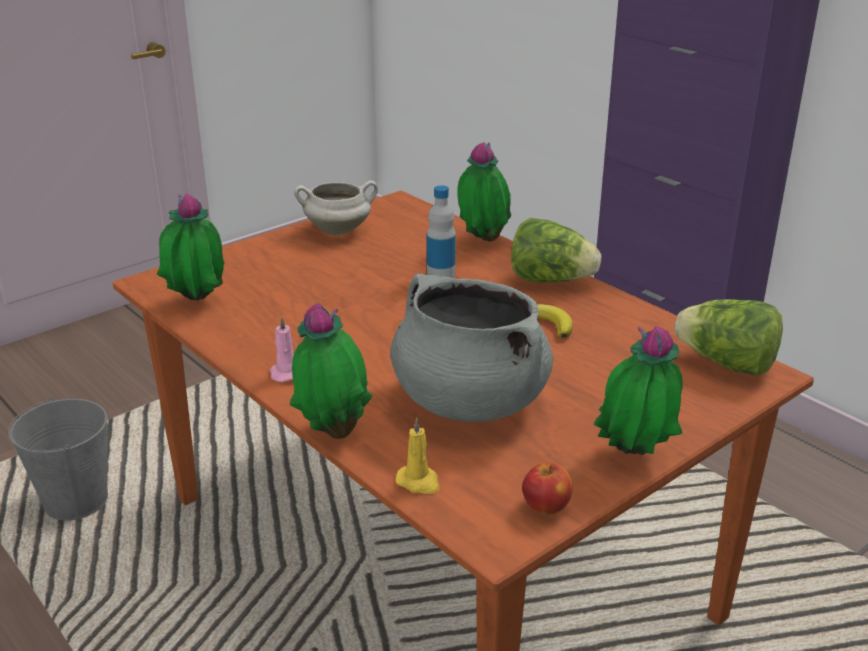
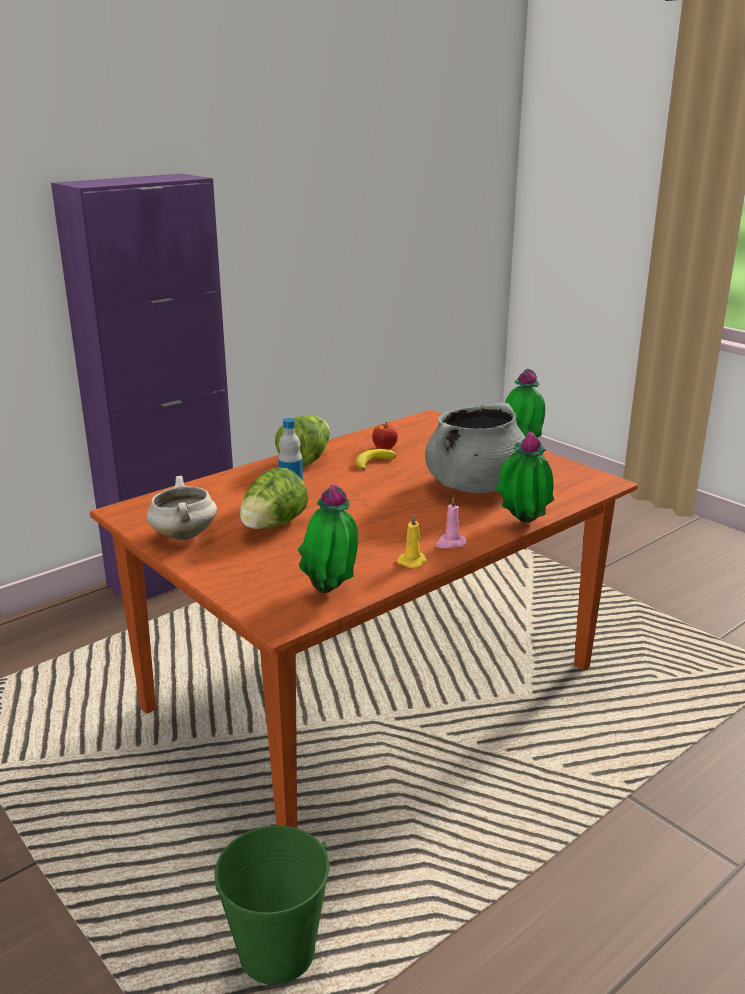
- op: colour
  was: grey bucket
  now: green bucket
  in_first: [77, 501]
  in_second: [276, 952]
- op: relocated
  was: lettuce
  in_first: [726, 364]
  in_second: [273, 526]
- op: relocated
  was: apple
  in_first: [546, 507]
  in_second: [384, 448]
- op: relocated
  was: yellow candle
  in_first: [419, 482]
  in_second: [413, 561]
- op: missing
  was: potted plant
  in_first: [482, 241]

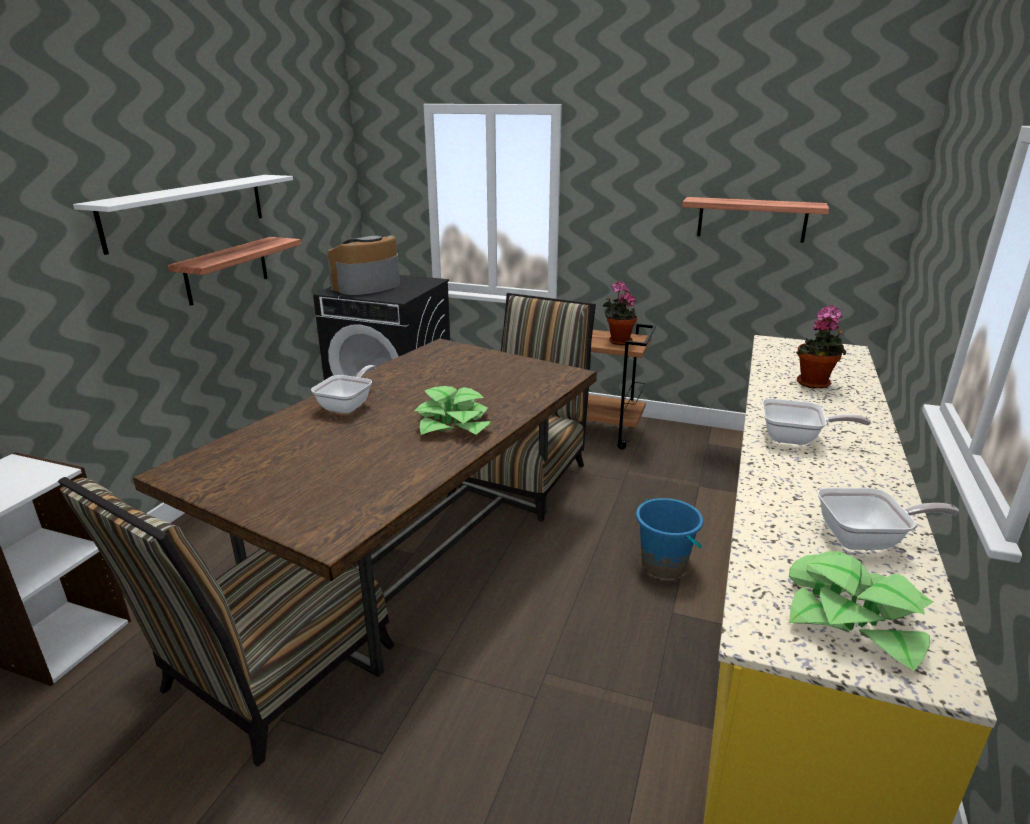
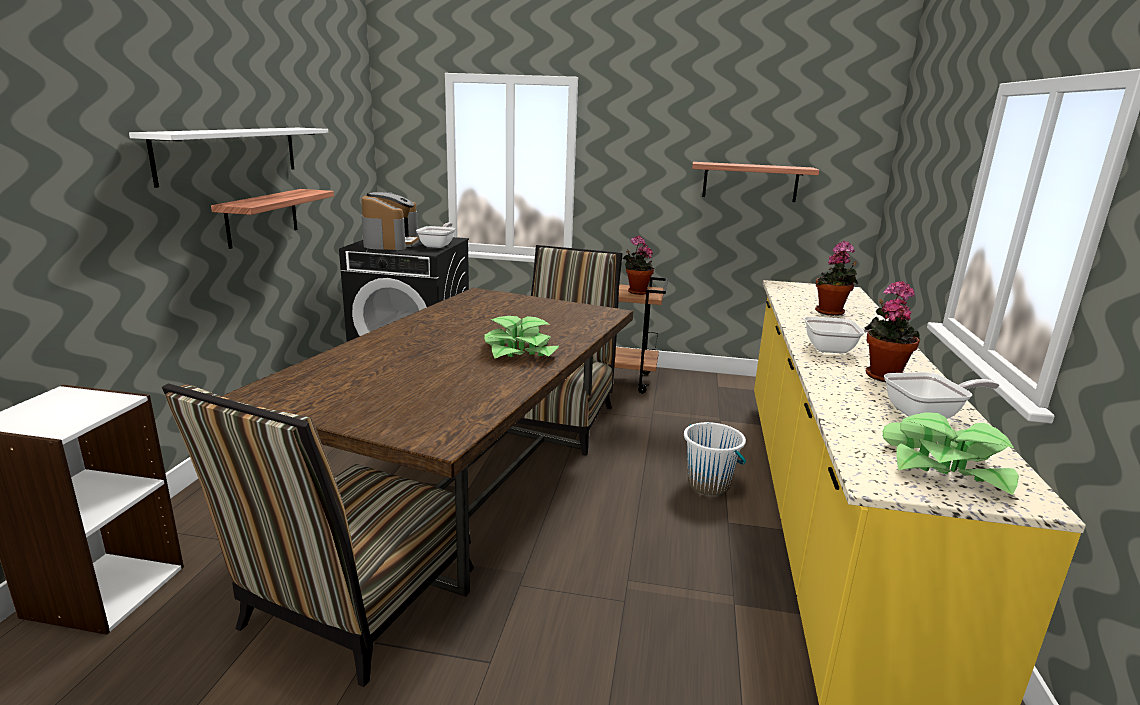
- op: spun
  was: coffee machine
  in_first: [367, 286]
  in_second: [391, 243]
  clockwise: 150
- op: relocated
  was: frying pan
  in_first: [348, 405]
  in_second: [438, 245]
- op: colour
  was: blue bucket
  now: white bucket
  in_first: [664, 565]
  in_second: [708, 484]
- op: appeared
  now: potted plant
  in_second: [882, 375]

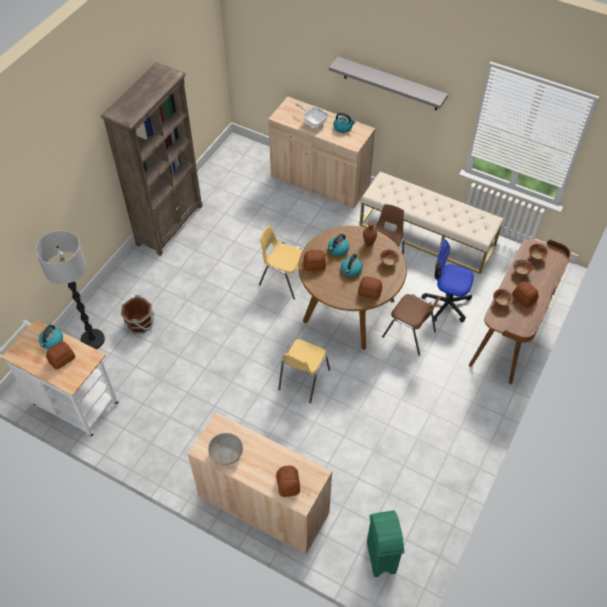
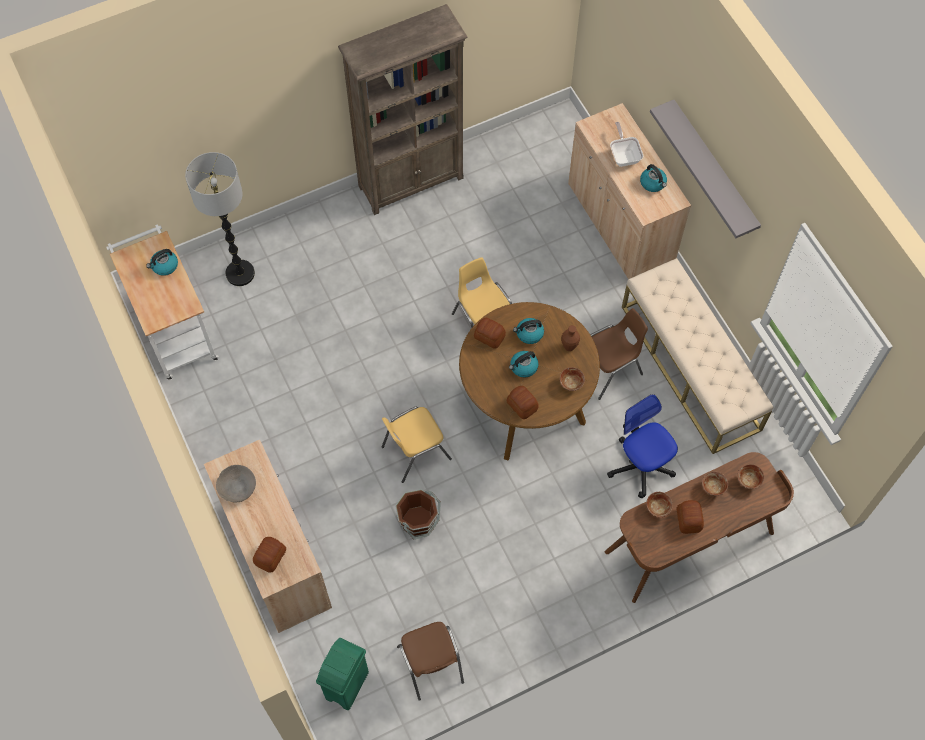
- op: relocated
  was: brown bucket
  in_first: [140, 323]
  in_second: [418, 521]
- op: relocated
  was: brown chair
  in_first: [409, 334]
  in_second: [431, 665]
- op: missing
  was: bread
  in_first: [61, 359]

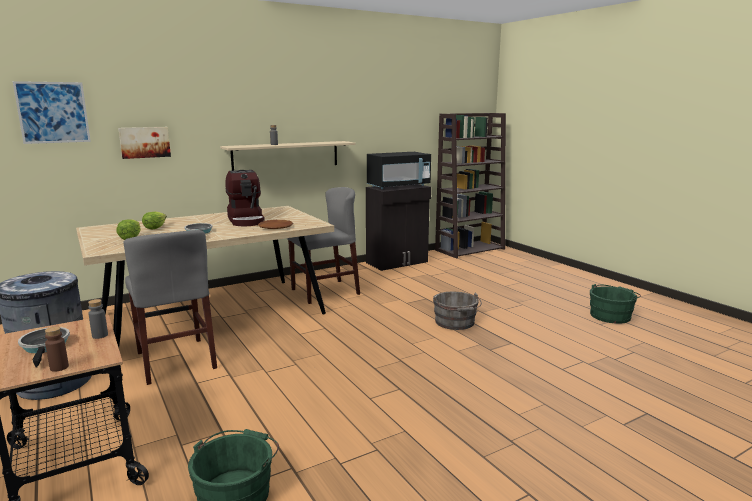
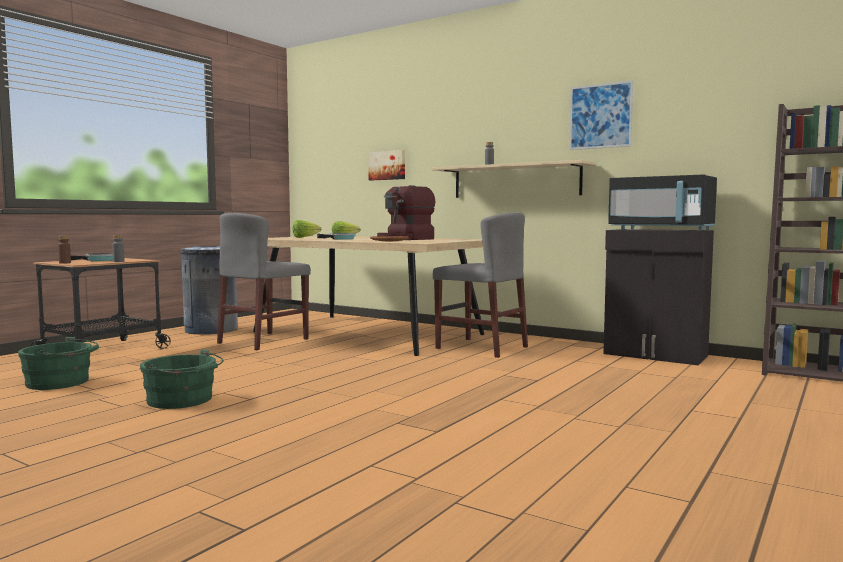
- op: relocated
  was: green bucket
  in_first: [611, 315]
  in_second: [183, 400]
- op: relocated
  was: picture
  in_first: [53, 112]
  in_second: [600, 116]
- op: missing
  was: grey bucket
  in_first: [455, 323]

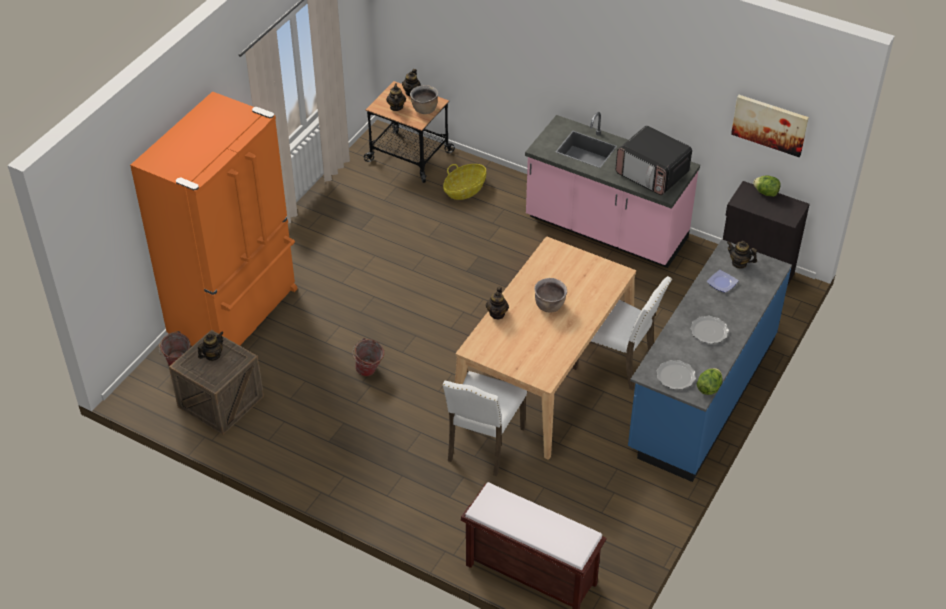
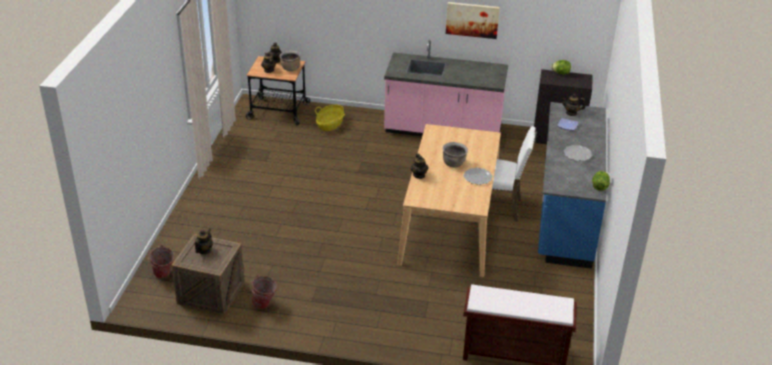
- op: relocated
  was: bucket
  in_first: [369, 372]
  in_second: [264, 305]
- op: relocated
  was: picture
  in_first: [770, 124]
  in_second: [472, 19]
- op: relocated
  was: plate
  in_first: [676, 376]
  in_second: [477, 177]
- op: missing
  was: orange fridge
  in_first: [236, 312]
- op: missing
  was: white chair
  in_first: [483, 445]
- op: missing
  was: microwave
  in_first: [652, 174]

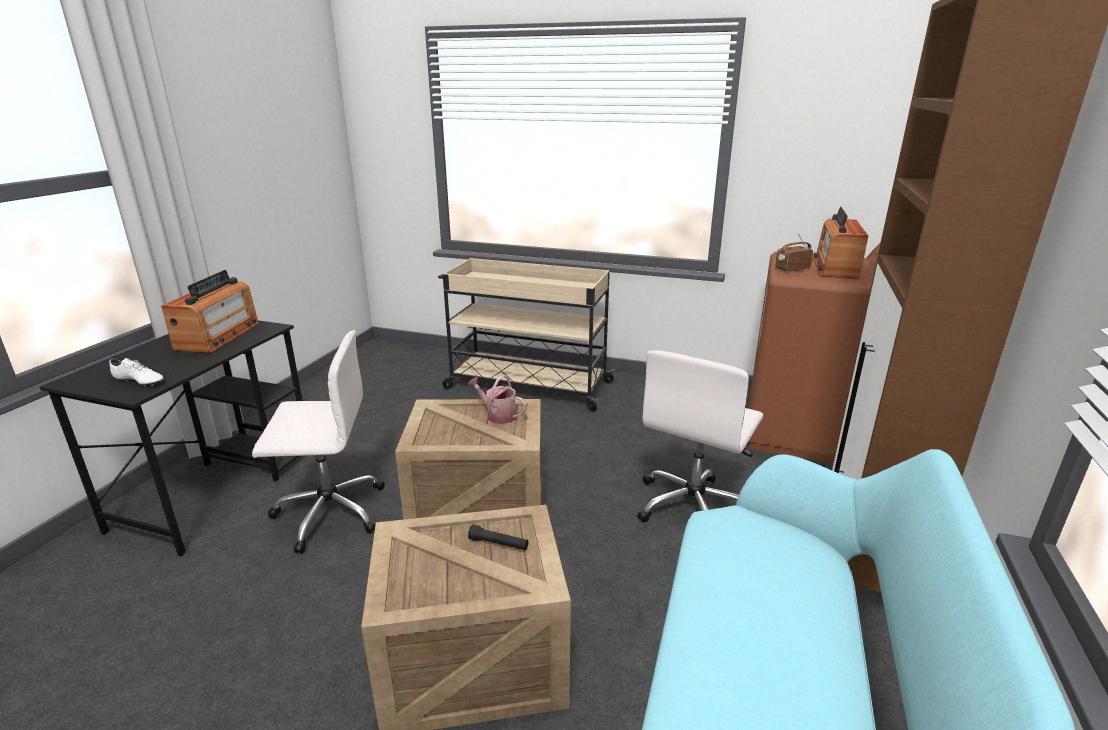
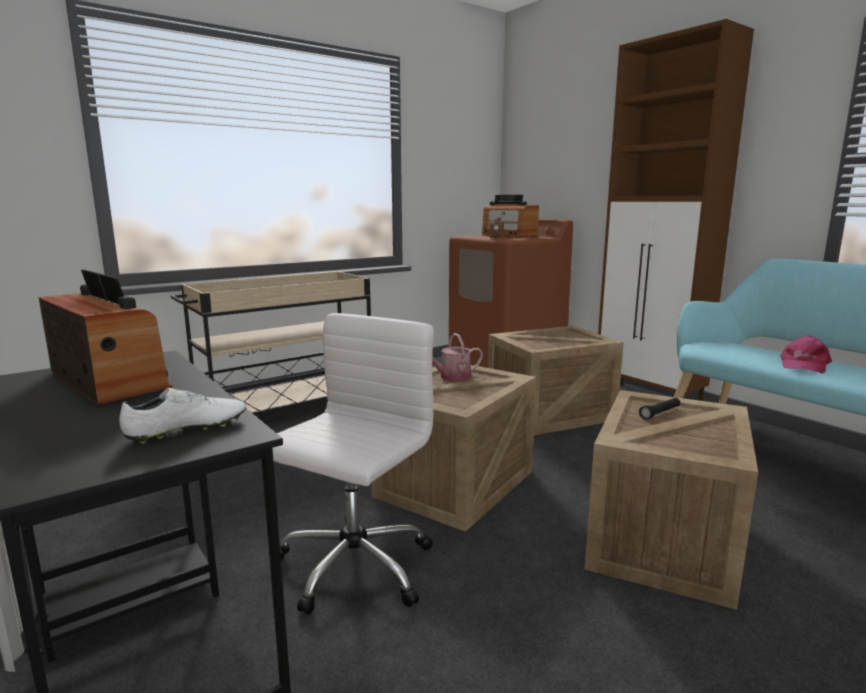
- op: exchanged
  was: white office chair
  now: crate
  in_first: [693, 507]
  in_second: [549, 414]
- op: appeared
  now: pink cap
  in_second: [803, 365]

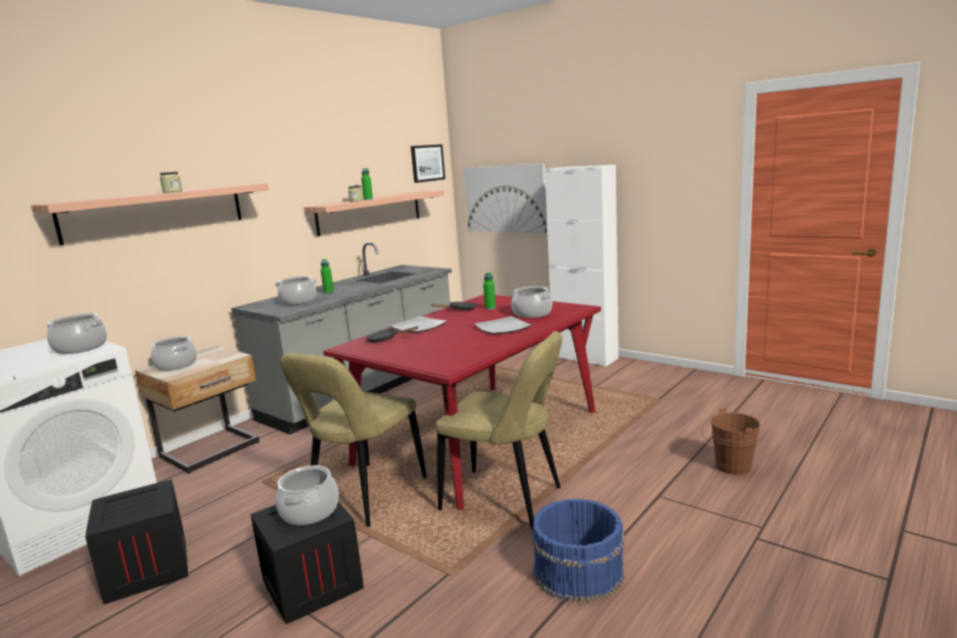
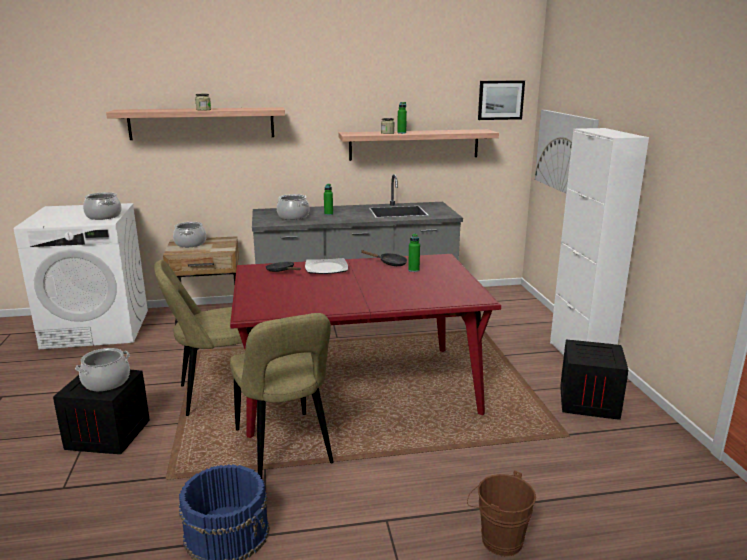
- op: relocated
  was: crate
  in_first: [148, 569]
  in_second: [589, 401]
- op: missing
  was: plate
  in_first: [503, 328]
- op: missing
  was: cooking pot
  in_first: [532, 314]

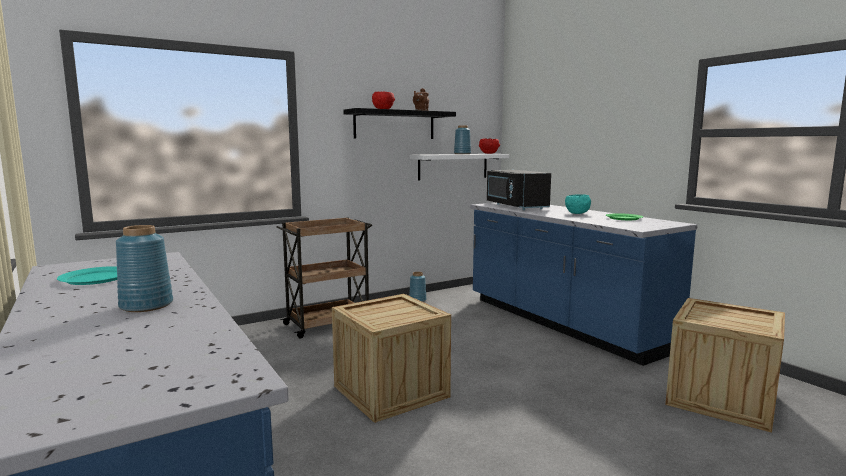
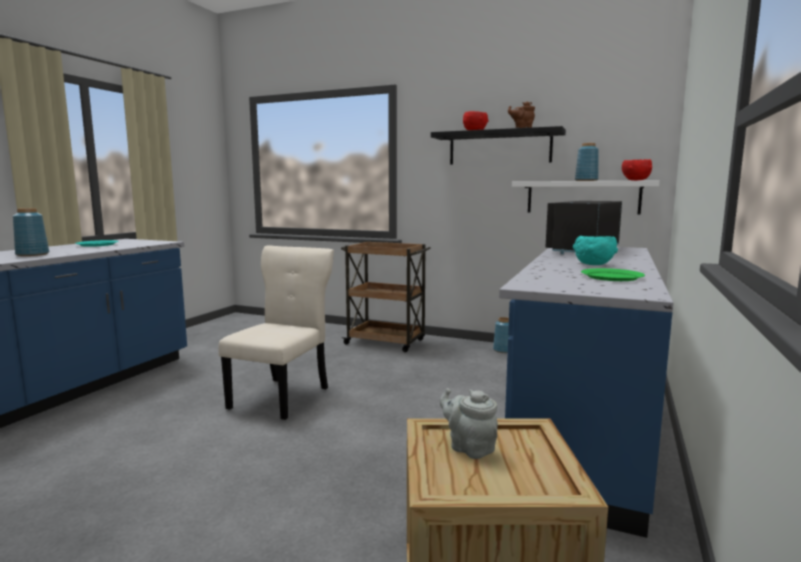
- op: exchanged
  was: crate
  now: beige chair
  in_first: [391, 391]
  in_second: [283, 396]
- op: appeared
  now: grey teapot
  in_second: [469, 447]

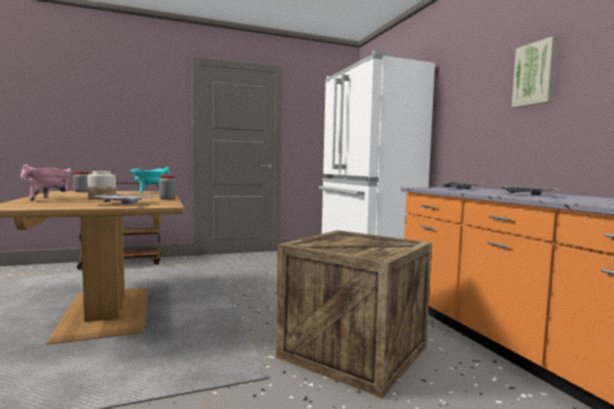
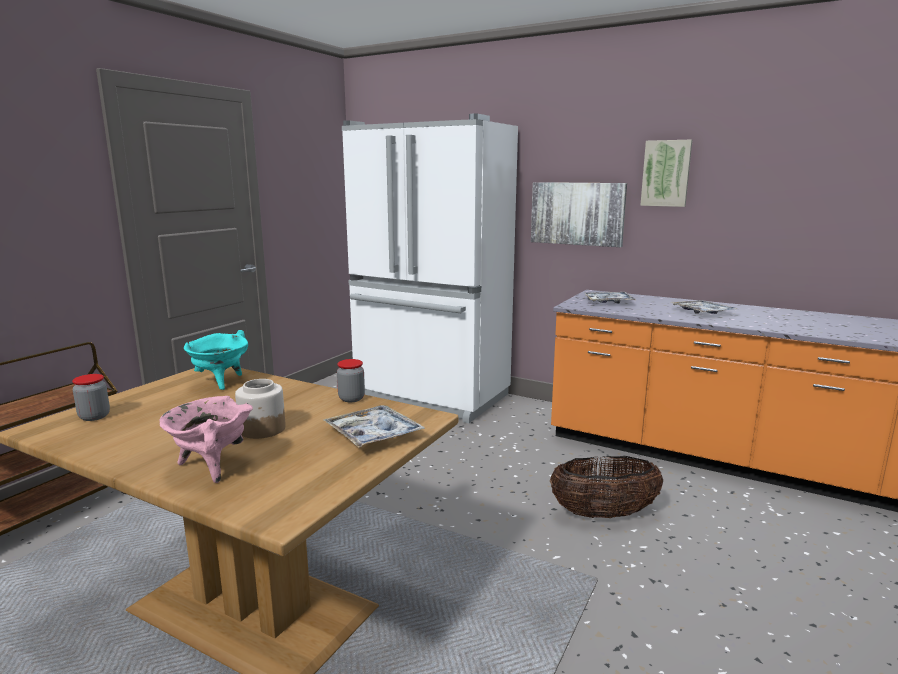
- op: appeared
  now: picture
  in_second: [577, 213]
- op: exchanged
  was: crate
  now: basket
  in_first: [353, 352]
  in_second: [603, 514]

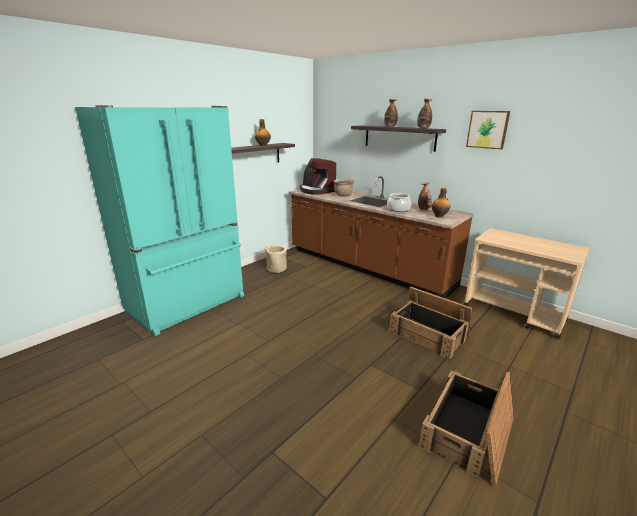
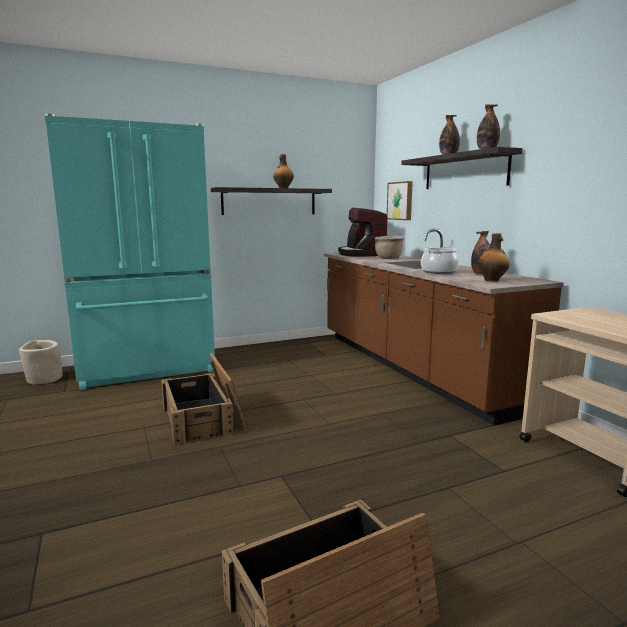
- op: relocated
  was: beige planter
  in_first: [276, 269]
  in_second: [43, 379]
- op: relocated
  was: crate
  in_first: [429, 334]
  in_second: [204, 418]
- op: relocated
  was: picture
  in_first: [487, 129]
  in_second: [400, 201]

